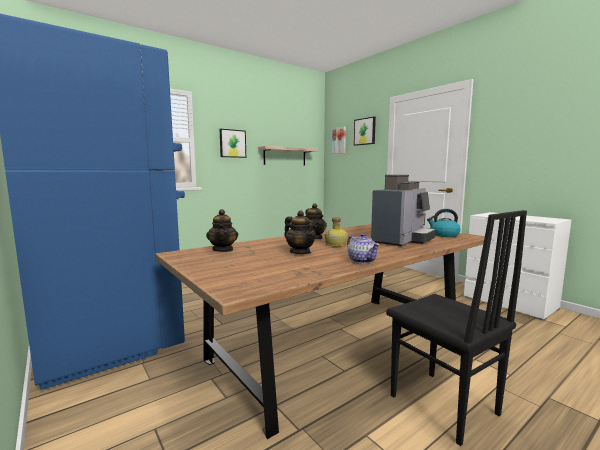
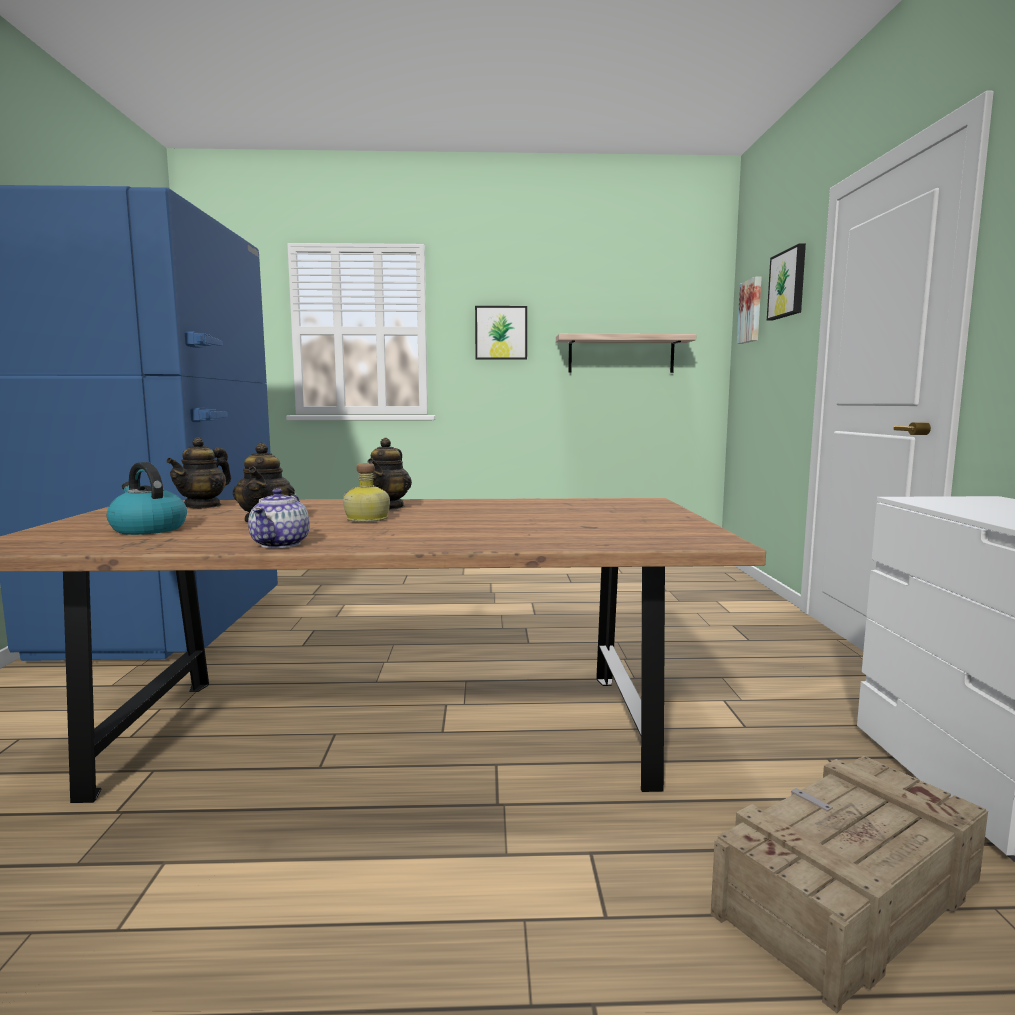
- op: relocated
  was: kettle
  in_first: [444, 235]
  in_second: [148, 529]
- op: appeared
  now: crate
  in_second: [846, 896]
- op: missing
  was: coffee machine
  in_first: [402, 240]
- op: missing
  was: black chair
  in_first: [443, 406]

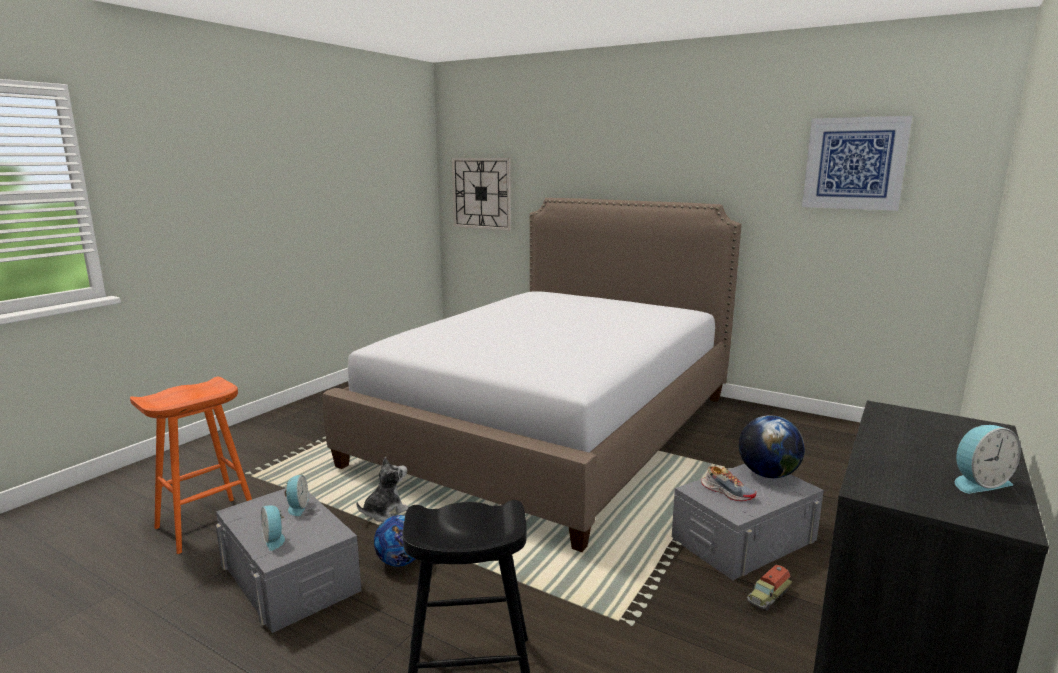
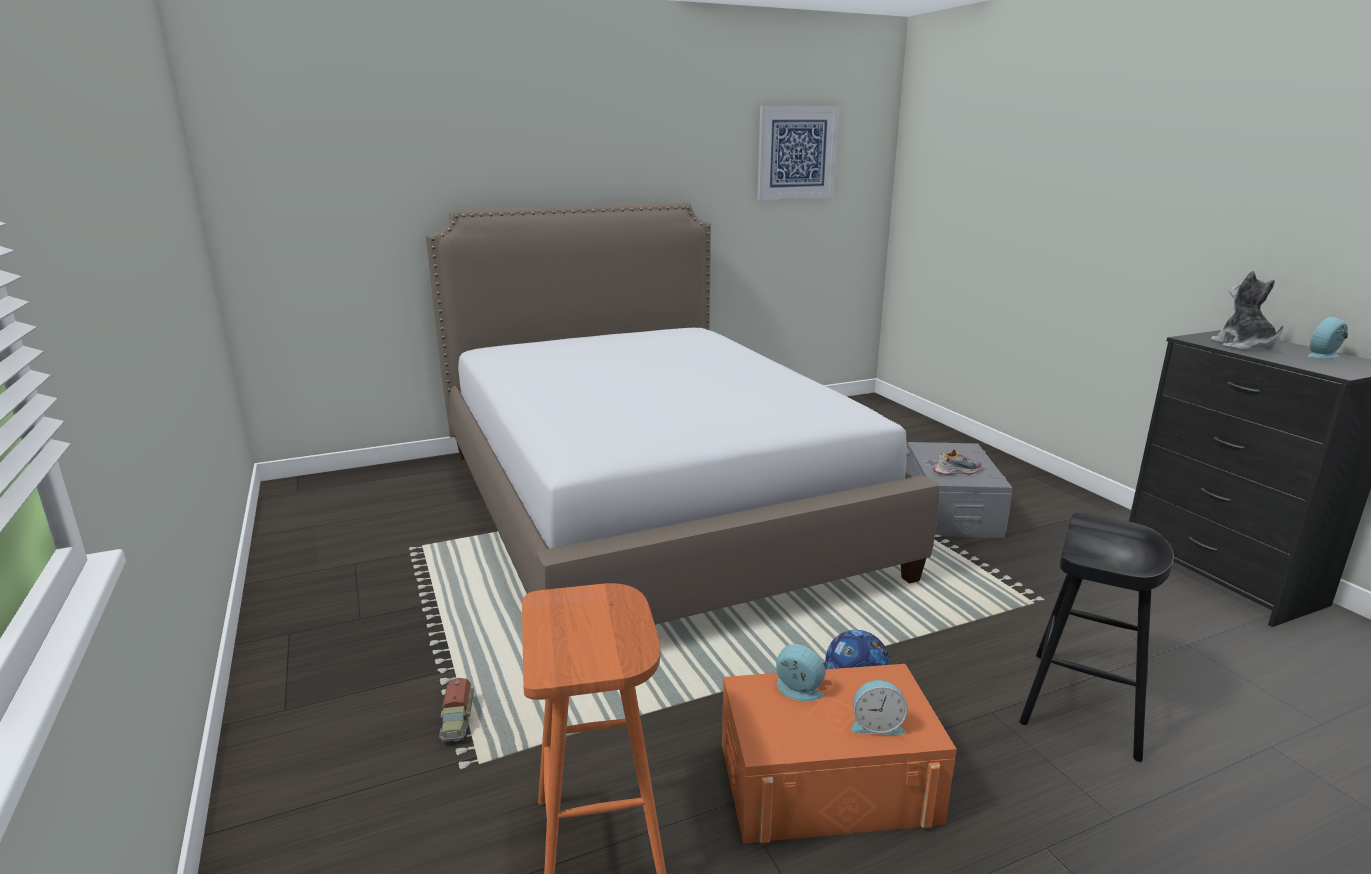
- op: relocated
  was: toy truck
  in_first: [768, 596]
  in_second: [457, 721]
- op: colour
  was: grey storage box
  now: orange storage box
  in_first: [290, 577]
  in_second: [827, 782]
- op: relocated
  was: plush toy
  in_first: [385, 512]
  in_second: [1243, 346]
- op: spun
  was: alarm clock
  in_first: [978, 482]
  in_second: [1325, 356]
  clockwise: -135
- op: missing
  was: wall clock
  in_first: [482, 193]
- op: missing
  was: globe
  in_first: [768, 474]

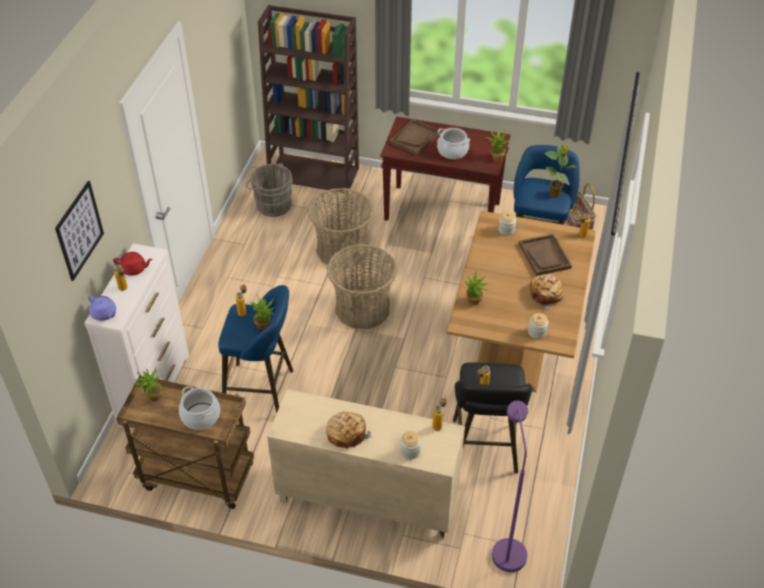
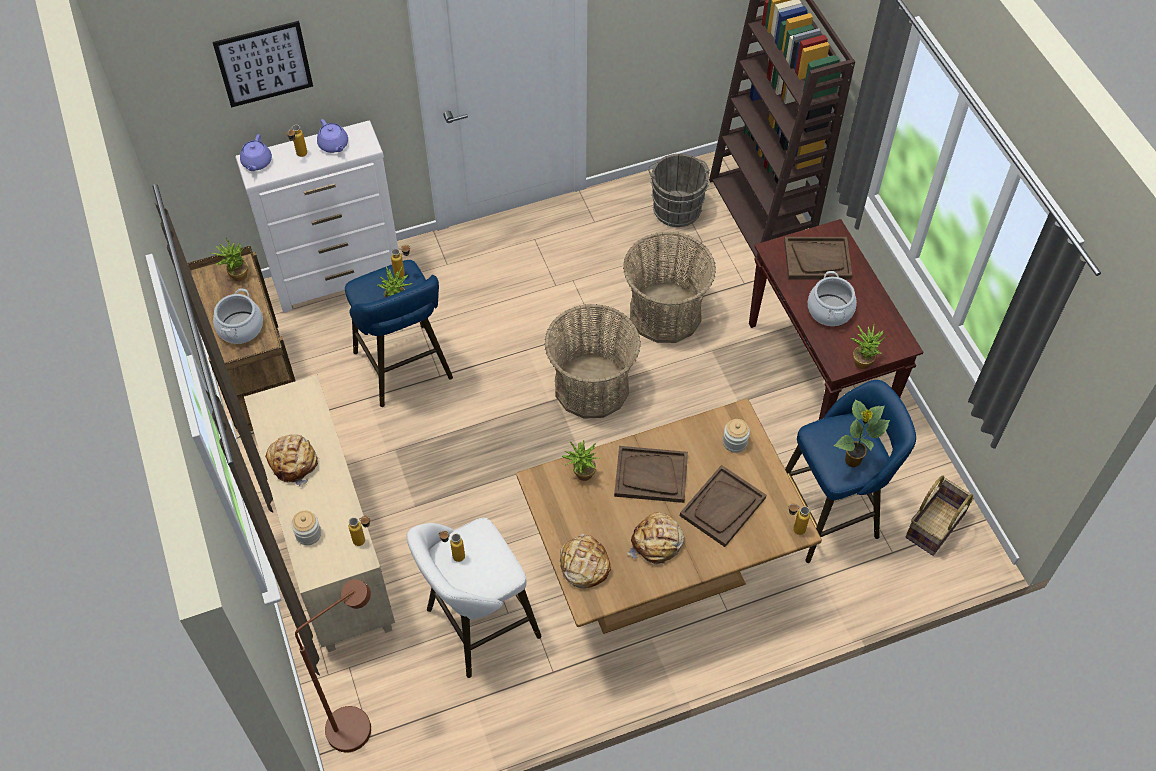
- op: colour
  was: purple floor lamp
  now: brown floor lamp
  in_first: [506, 547]
  in_second: [358, 721]
- op: colour
  was: red teapot
  now: purple teapot
  in_first: [134, 269]
  in_second: [334, 145]
- op: colour
  was: black stool
  now: white stool
  in_first: [485, 450]
  in_second: [477, 626]
- op: exchanged
  was: jar
  now: bread
  in_first: [537, 332]
  in_second: [583, 565]
- op: appeared
  now: brown tray
  in_second: [650, 475]

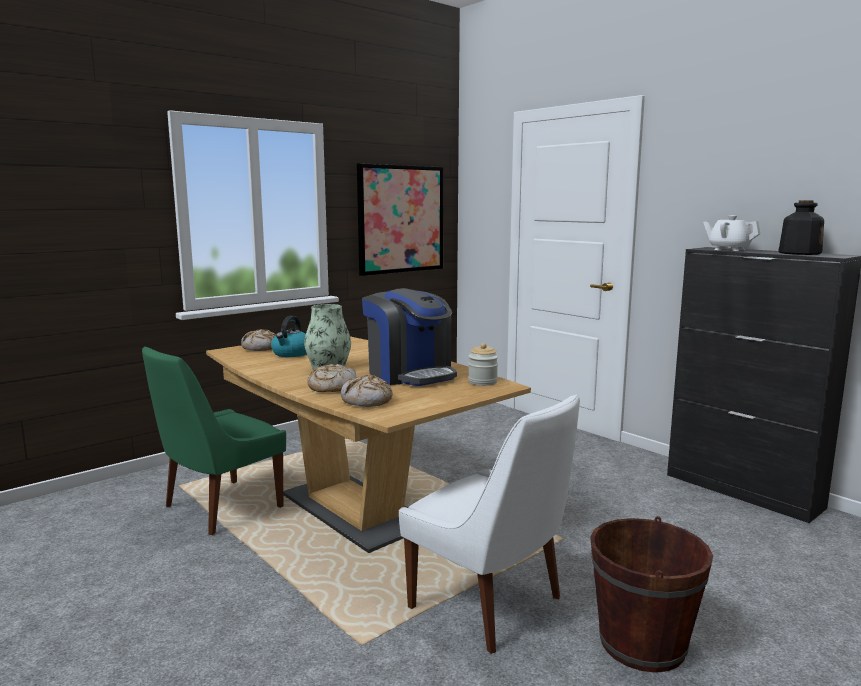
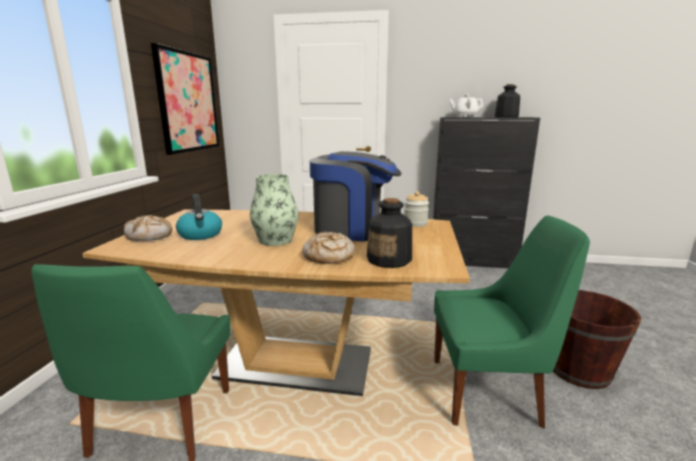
- op: exchanged
  was: bread
  now: bottle
  in_first: [367, 401]
  in_second: [389, 259]
- op: colour
  was: white chair
  now: green chair
  in_first: [490, 605]
  in_second: [488, 391]

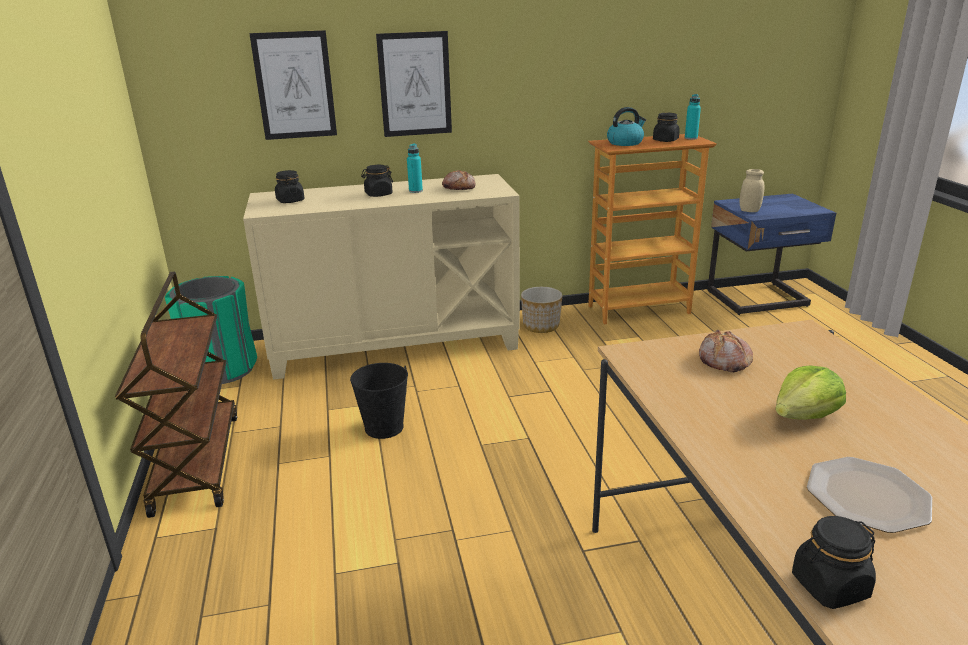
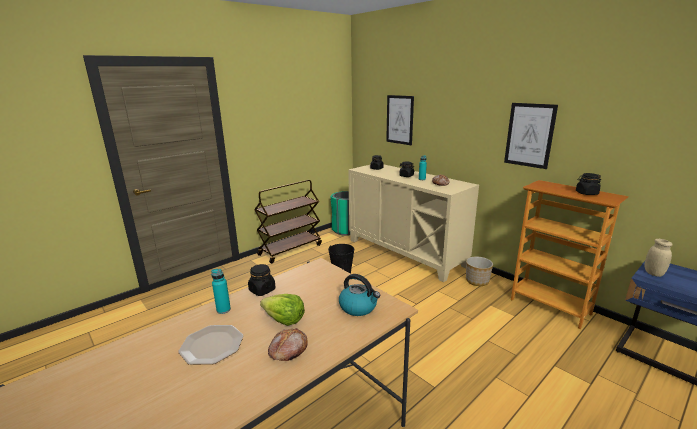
- op: relocated
  was: turquoise bottle
  in_first: [691, 138]
  in_second: [223, 310]
- op: relocated
  was: black jar
  in_first: [829, 586]
  in_second: [262, 290]
- op: relocated
  was: bread
  in_first: [723, 361]
  in_second: [288, 350]
- op: relocated
  was: kettle
  in_first: [625, 142]
  in_second: [358, 307]
- op: relocated
  was: picture
  in_first: [415, 84]
  in_second: [529, 135]

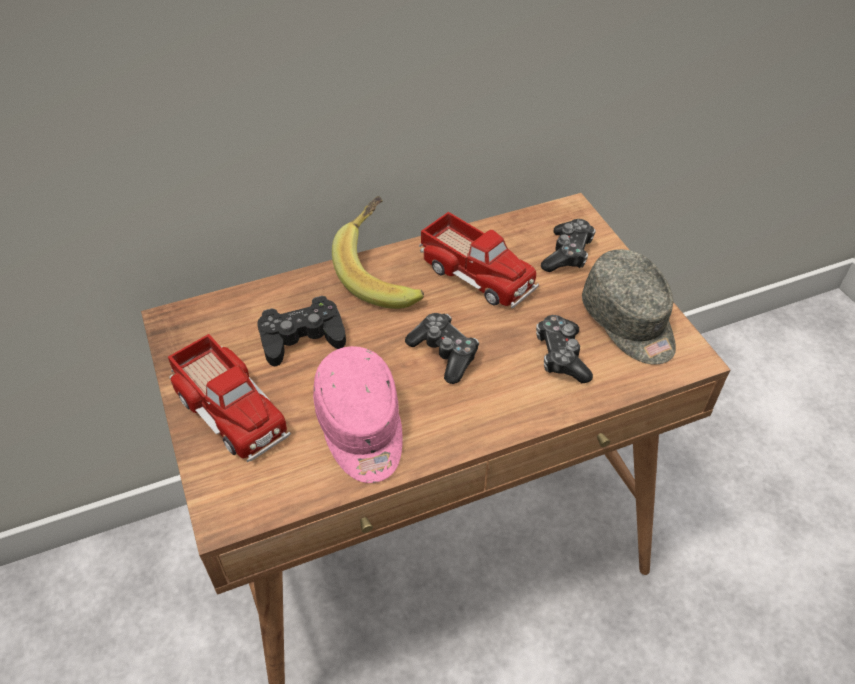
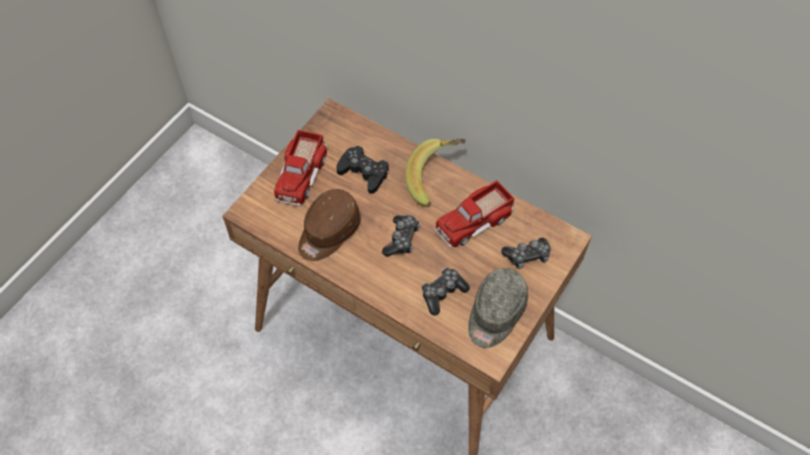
- op: colour
  was: pink cap
  now: brown cap
  in_first: [361, 428]
  in_second: [328, 233]
- op: spun
  was: toy truck
  in_first: [477, 272]
  in_second: [473, 221]
  clockwise: 45

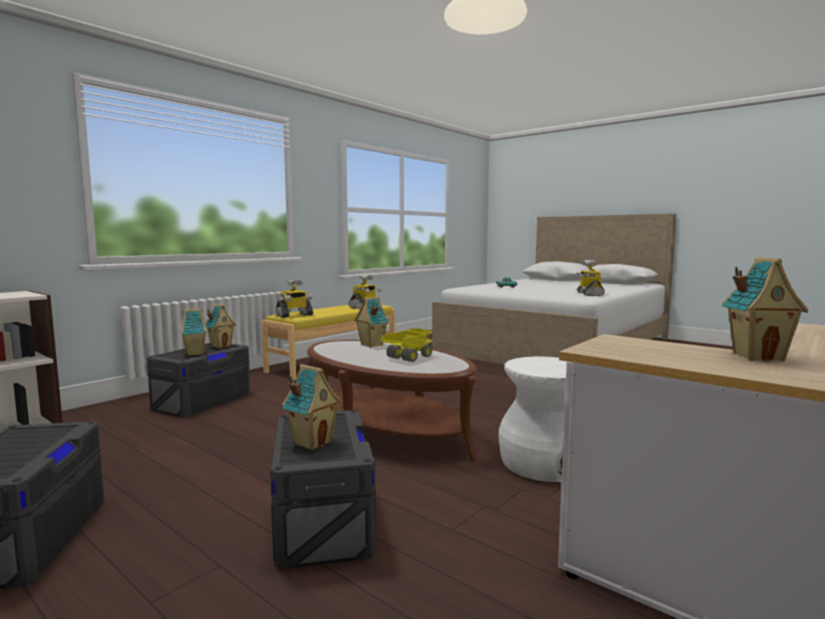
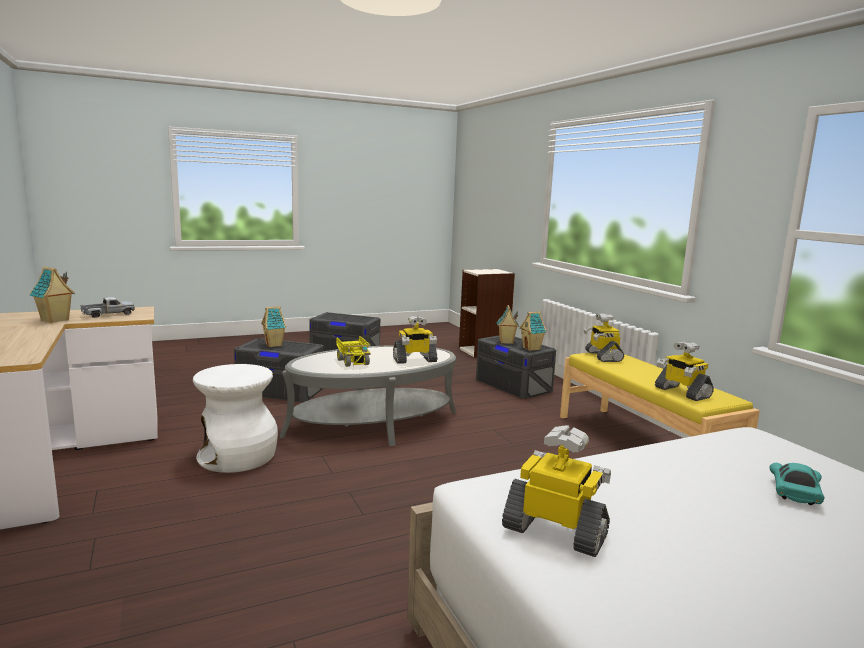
- op: appeared
  now: toy truck
  in_second: [108, 314]
- op: colour
  was: brown coffee table
  now: grey coffee table
  in_first: [386, 431]
  in_second: [373, 424]
- op: exchanged
  was: toy house
  now: toy robot
  in_first: [371, 345]
  in_second: [414, 360]

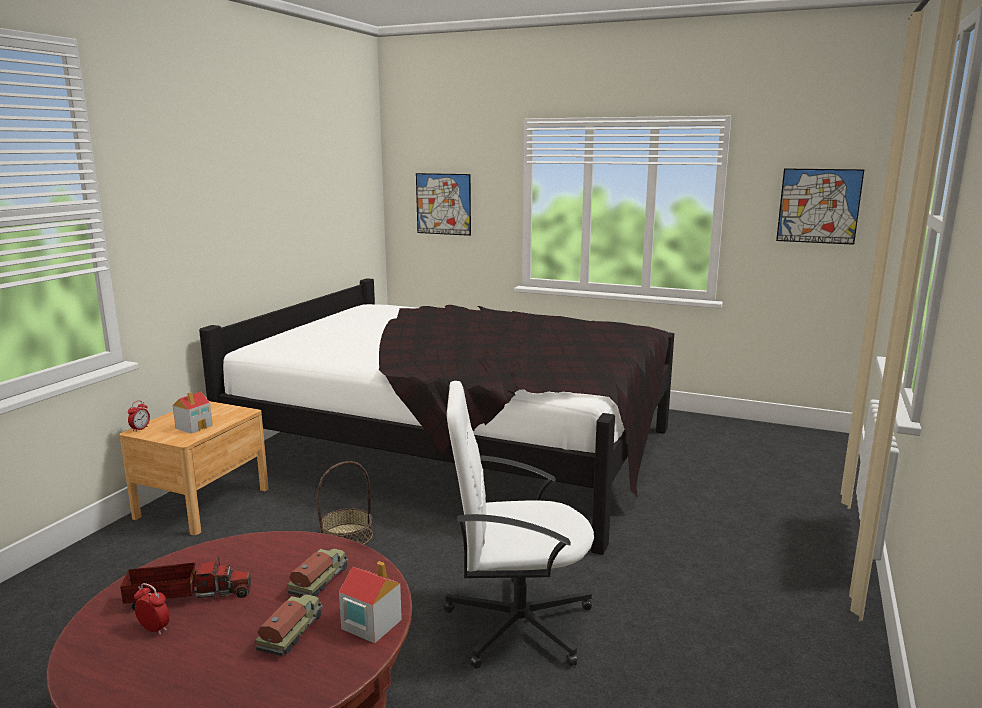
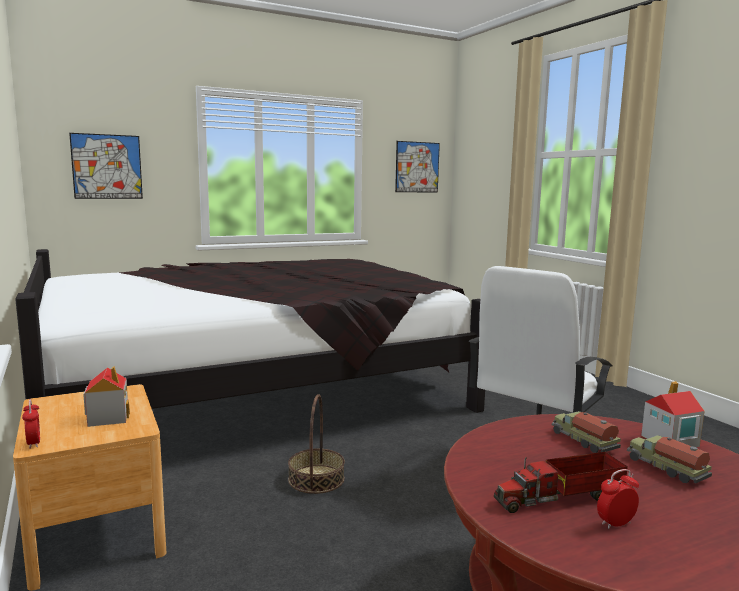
- op: spun
  was: toy truck
  in_first: [186, 597]
  in_second: [562, 497]
  clockwise: -135

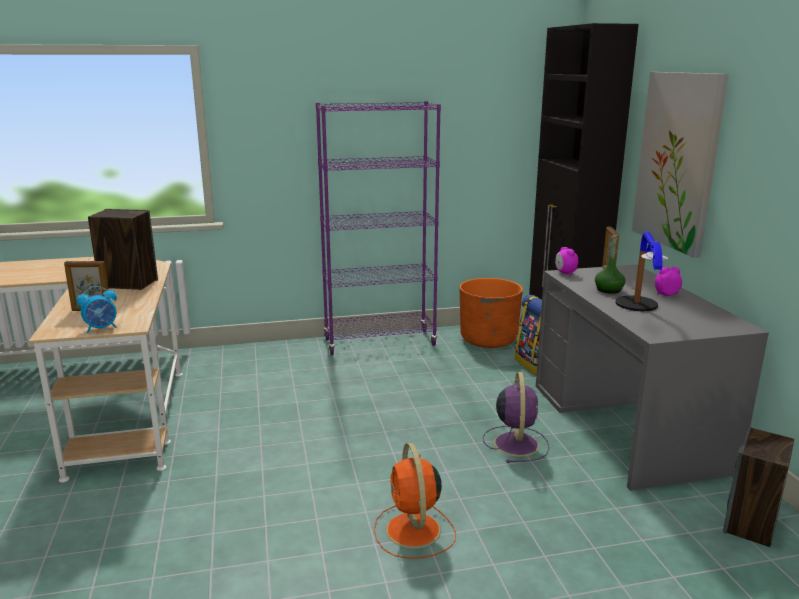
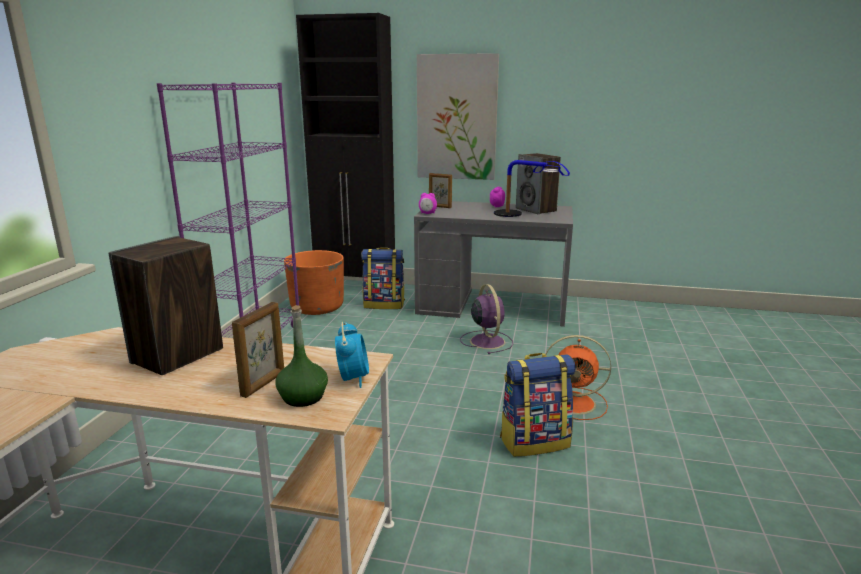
- op: relocated
  was: green bottle
  in_first: [608, 290]
  in_second: [303, 397]
- op: spun
  was: purple fan
  in_first: [516, 443]
  in_second: [486, 341]
  clockwise: 45
- op: appeared
  now: backpack
  in_second: [534, 441]
- op: relocated
  was: speaker
  in_first: [750, 525]
  in_second: [536, 210]

